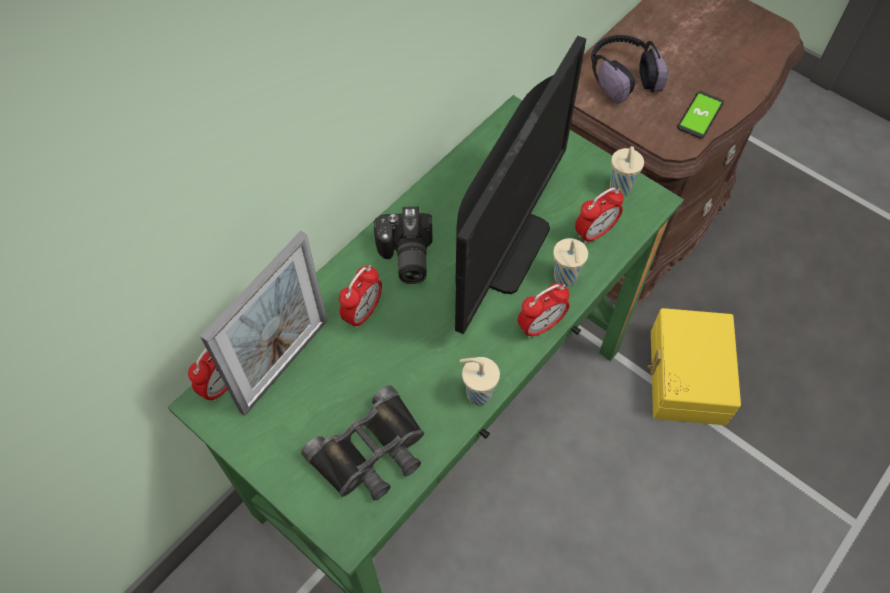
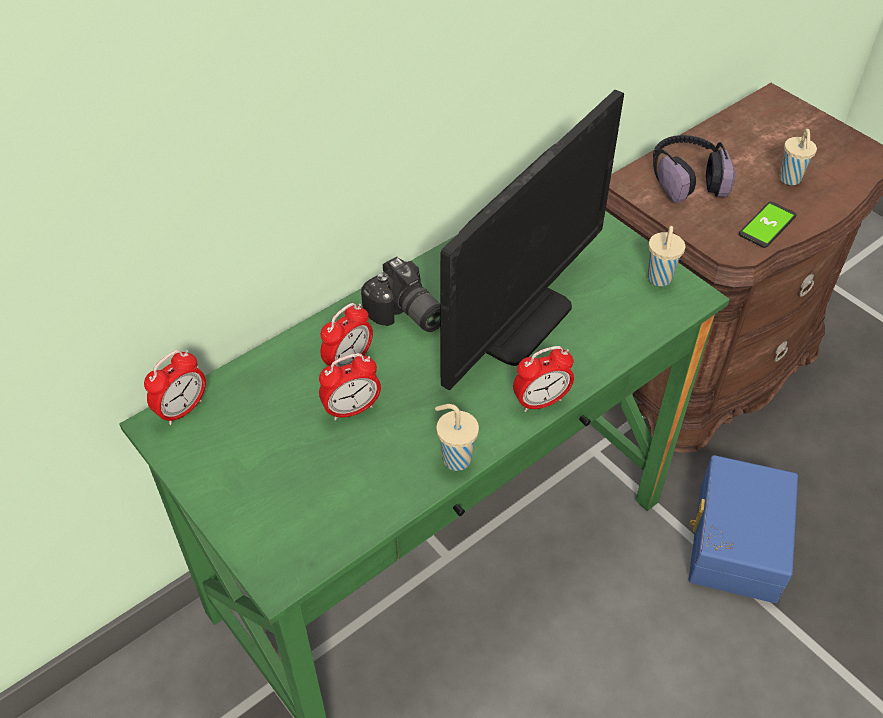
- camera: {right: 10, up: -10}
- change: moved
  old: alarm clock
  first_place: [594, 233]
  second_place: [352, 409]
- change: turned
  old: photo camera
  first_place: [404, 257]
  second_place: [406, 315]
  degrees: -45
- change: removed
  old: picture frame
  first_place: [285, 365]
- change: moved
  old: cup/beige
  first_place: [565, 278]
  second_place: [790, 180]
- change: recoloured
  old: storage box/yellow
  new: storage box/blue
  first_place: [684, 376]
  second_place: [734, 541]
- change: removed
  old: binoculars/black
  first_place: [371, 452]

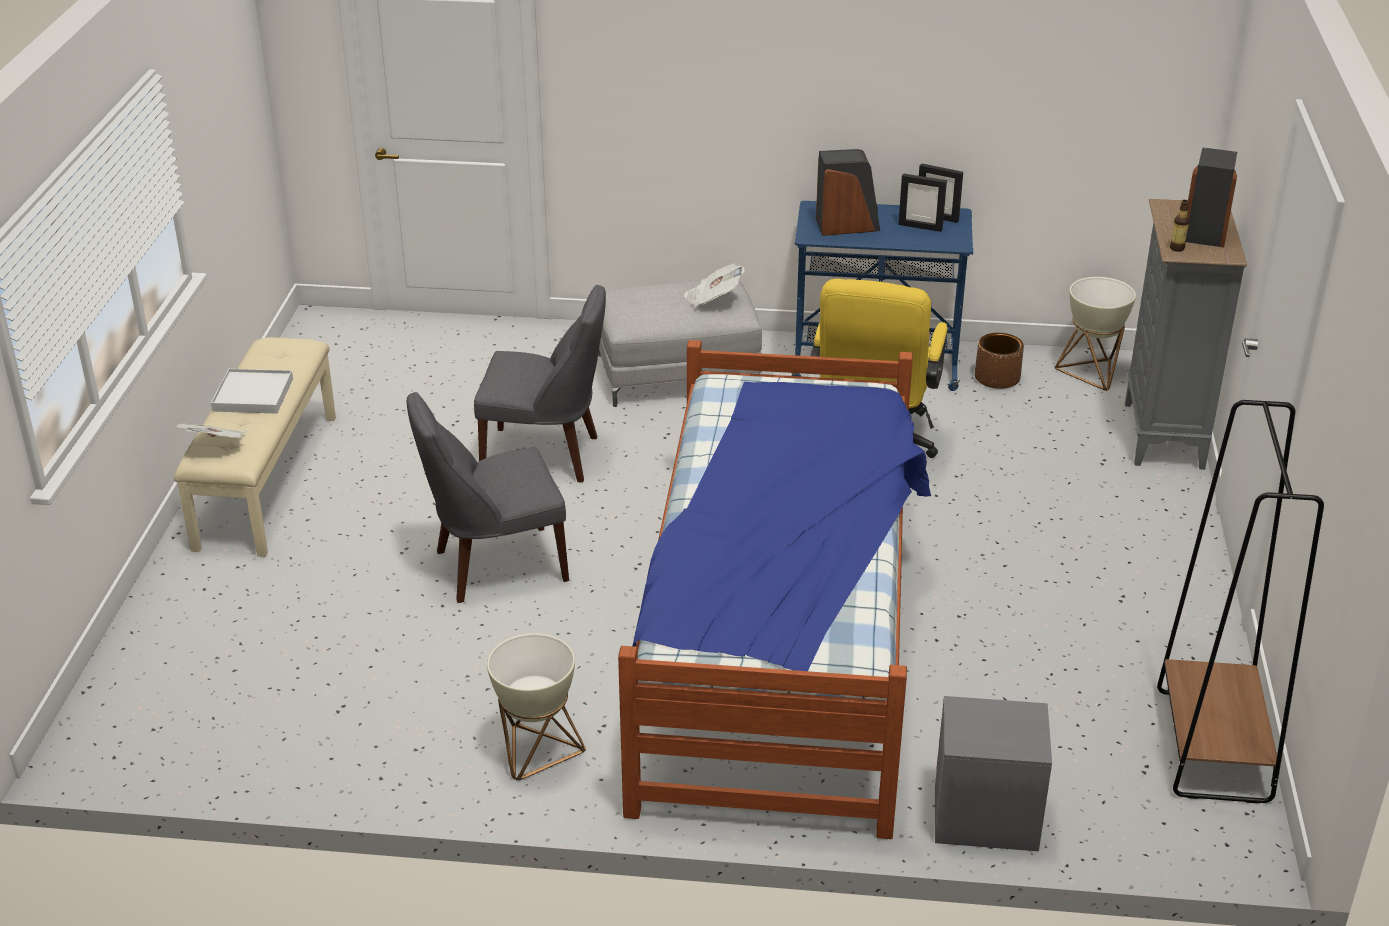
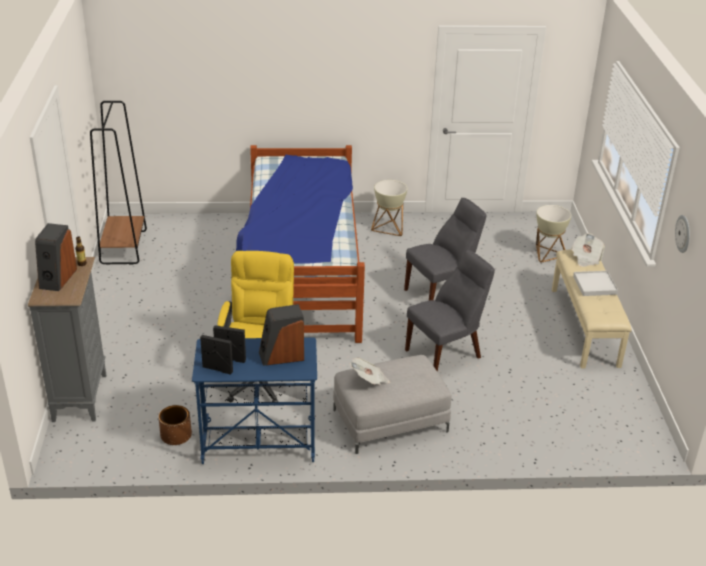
- camera: {right: 170, up: 0}
- change: moved
  old: planter
  first_place: [1091, 372]
  second_place: [547, 255]
- change: turned
  old: chair/grey
  first_place: [546, 456]
  second_place: [446, 353]
  degrees: 150
- change: removed
  old: nightstand/grey
  first_place: [985, 817]
- change: added
  new: wall clock
  second_place: [683, 233]

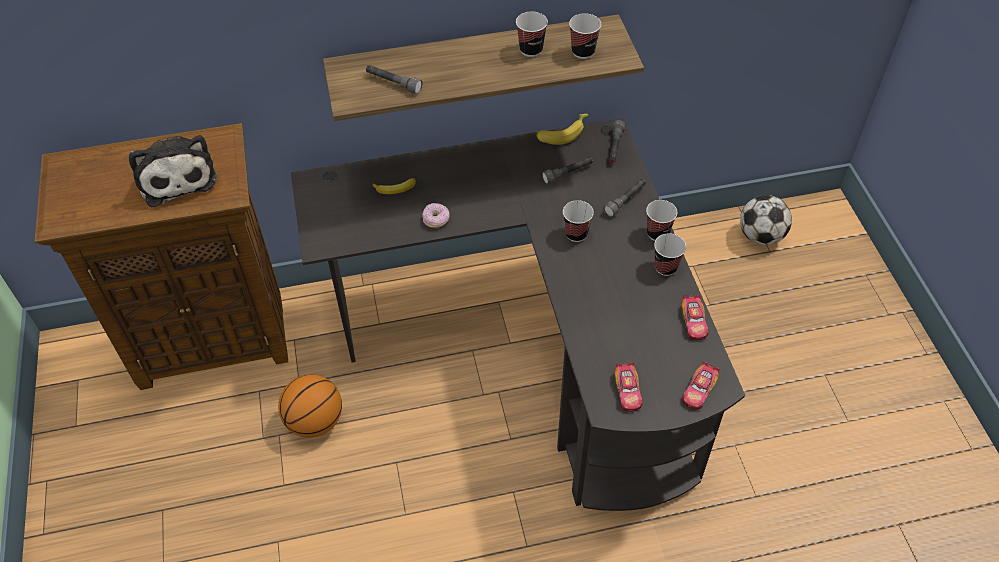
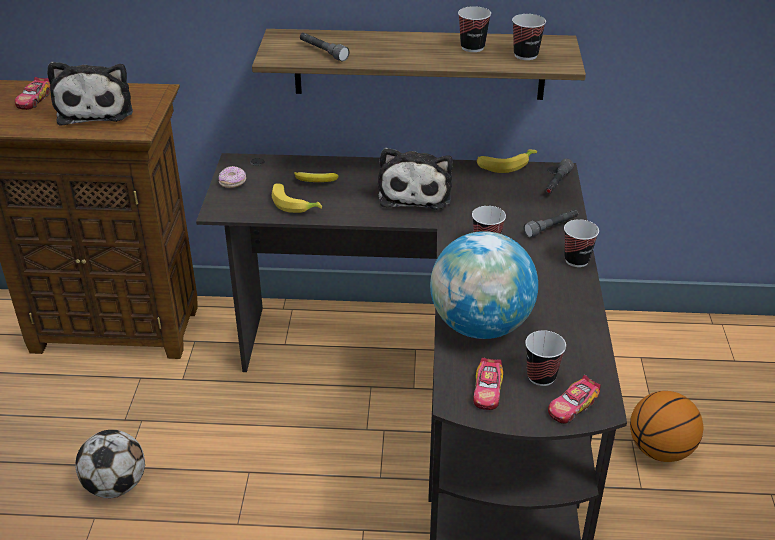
- camera: {right: 15, up: -15}
- change: removed
  old: flashlight/grey
  first_place: [567, 173]
- change: moved
  old: football
  first_place: [760, 236]
  second_place: [116, 485]
- change: moved
  old: donut
  first_place: [436, 219]
  second_place: [233, 183]
- change: moved
  old: cup
  first_place: [665, 267]
  second_place: [541, 376]
- change: moved
  old: toy car
  first_place: [693, 322]
  second_place: [33, 100]
- change: moved
  old: basketball
  first_place: [315, 421]
  second_place: [660, 450]
- change: added
  new: plush toy
  second_place: [415, 192]
- change: added
  new: banana
  second_place: [295, 204]
- change: added
  new: globe
  second_place: [480, 326]

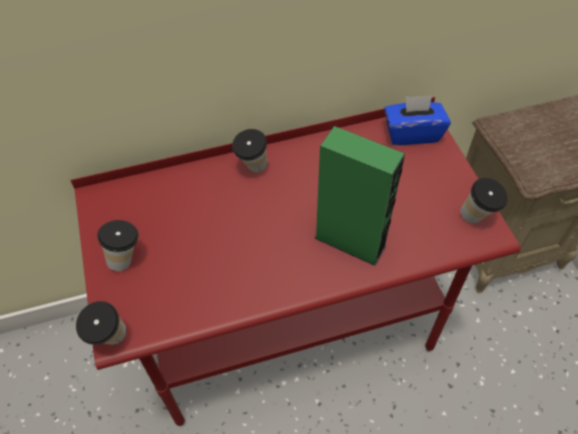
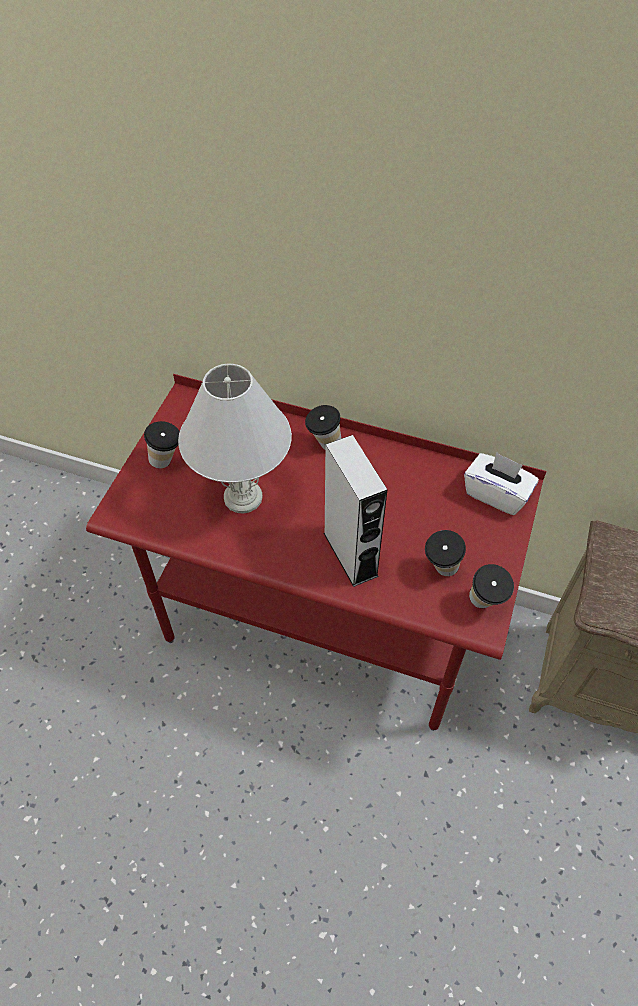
- camera: {right: 35, up: 0}
- change: recoloured
  old: tissue box/blue
  new: tissue box/white
  first_place: [412, 133]
  second_place: [496, 494]
- change: recoloured
  old: speaker/green
  new: speaker/grey
  first_place: [350, 242]
  second_place: [350, 554]
- change: moved
  old: cup
  first_place: [110, 341]
  second_place: [440, 571]
- change: added
  new: table lamp/white
  second_place: [243, 498]

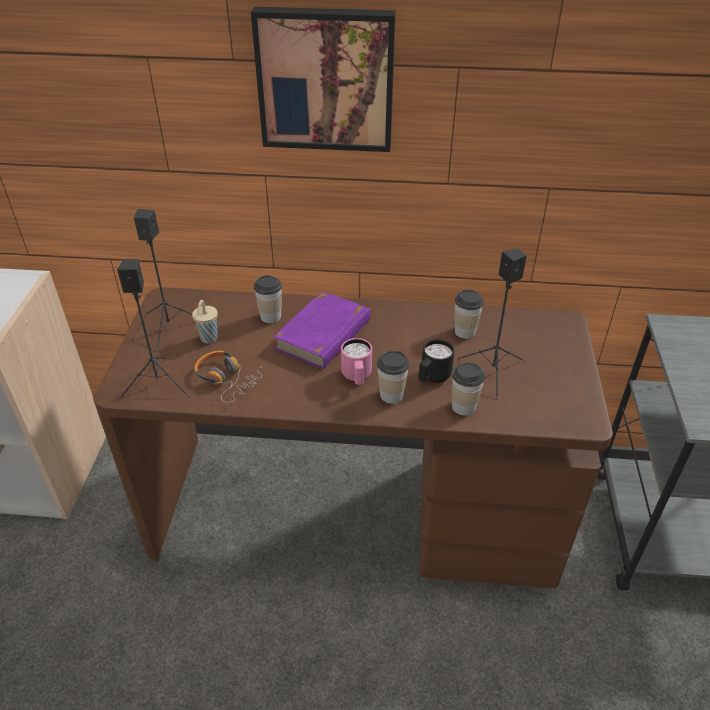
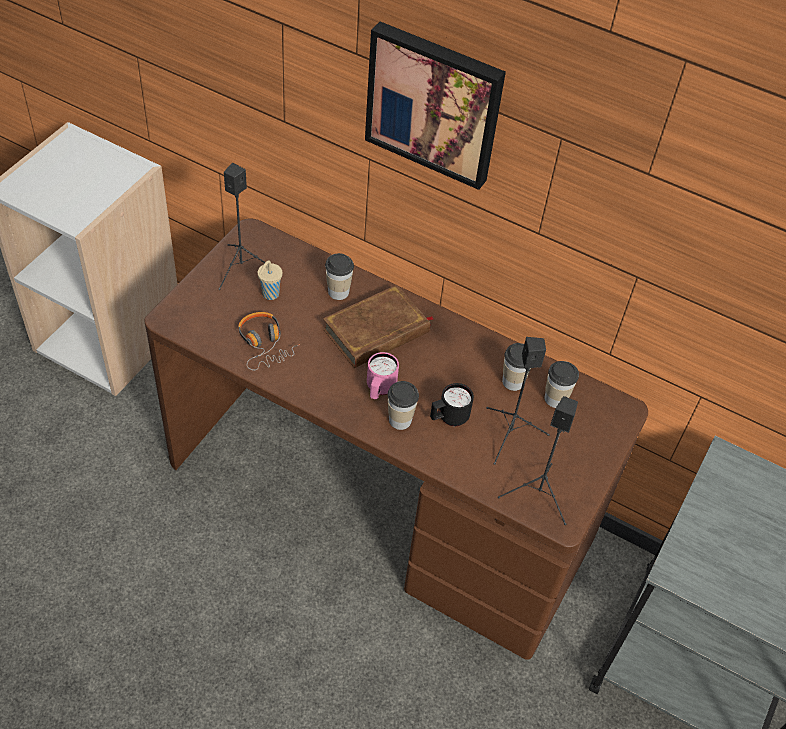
- camera: {right: 20, up: 10}
- change: moved
  old: speaker/black
  first_place: [159, 383]
  second_place: [539, 495]
- change: recoloured
  old: book/purple
  new: book/brown
  first_place: [324, 334]
  second_place: [377, 331]
- change: moved
  old: cup
  first_place: [464, 407]
  second_place: [555, 399]

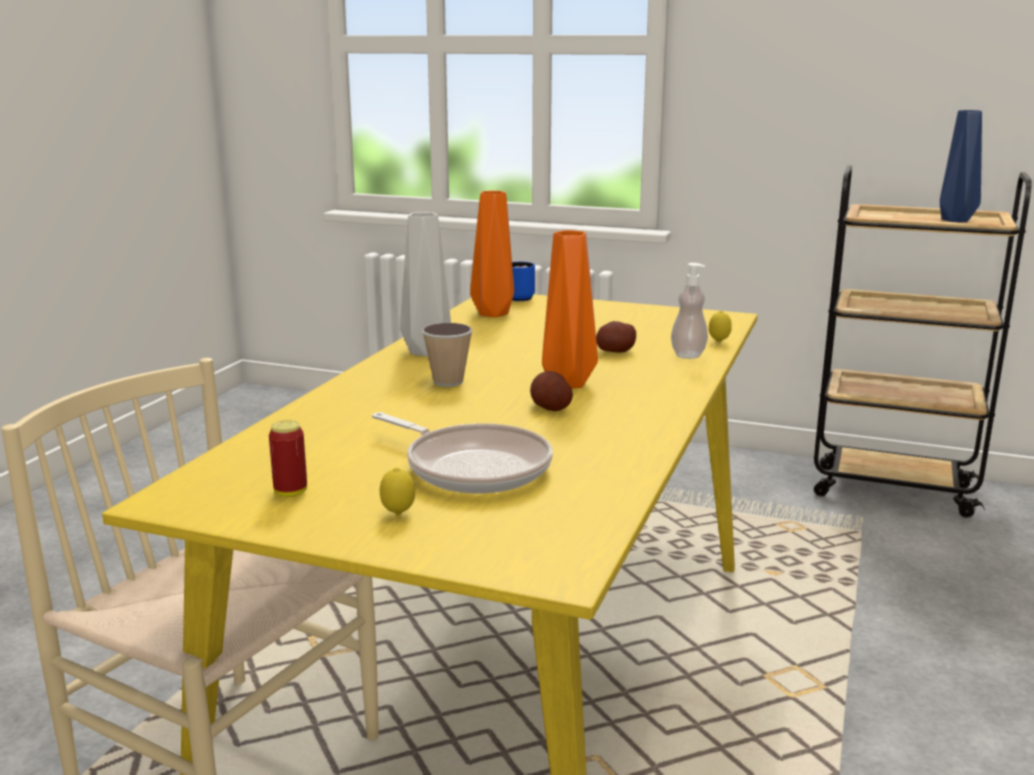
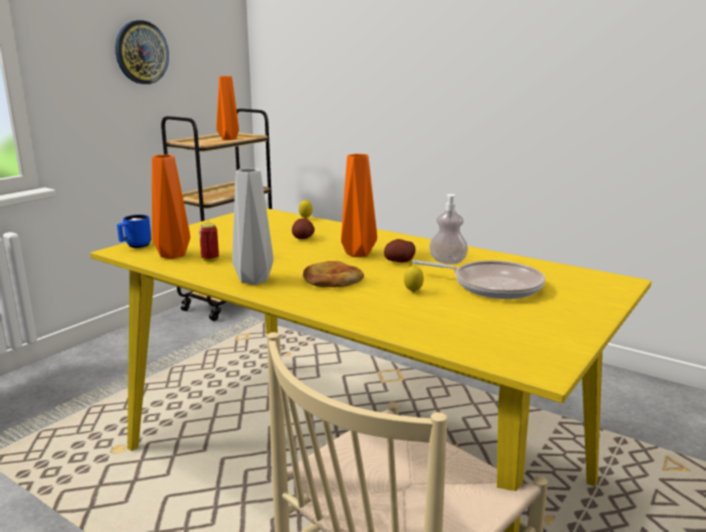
- camera: {right: -75, up: 0}
- change: recoloured
  old: vase/blue
  new: vase/orange
  first_place: [957, 220]
  second_place: [229, 139]
- change: moved
  old: soap dispenser
  first_place: [688, 355]
  second_place: [447, 261]
- change: replaced
  old: cup
  new: bread
  first_place: [448, 382]
  second_place: [332, 279]
- change: turned
  old: frying pan
  first_place: [472, 467]
  second_place: [492, 285]
  degrees: 60
- change: moved
  old: can
  first_place: [290, 492]
  second_place: [210, 260]
- change: moved
  old: lemon
  first_place: [398, 514]
  second_place: [413, 292]
- change: added
  new: wall clock
  second_place: [141, 52]

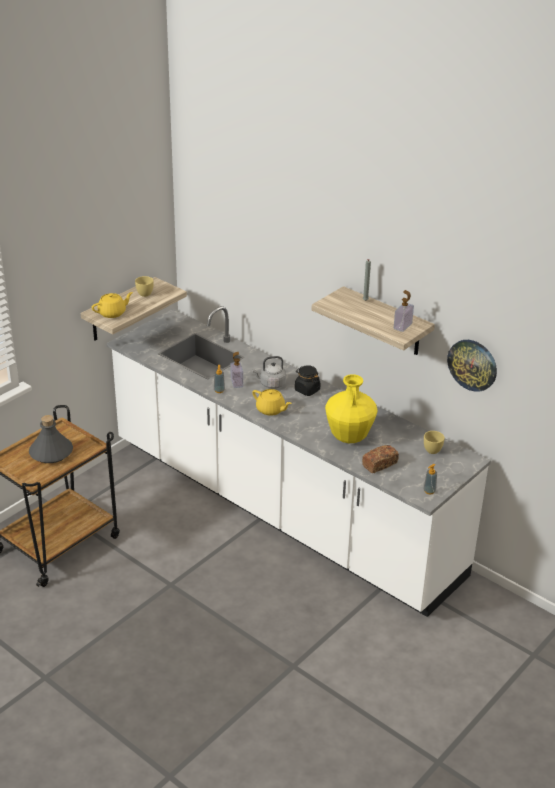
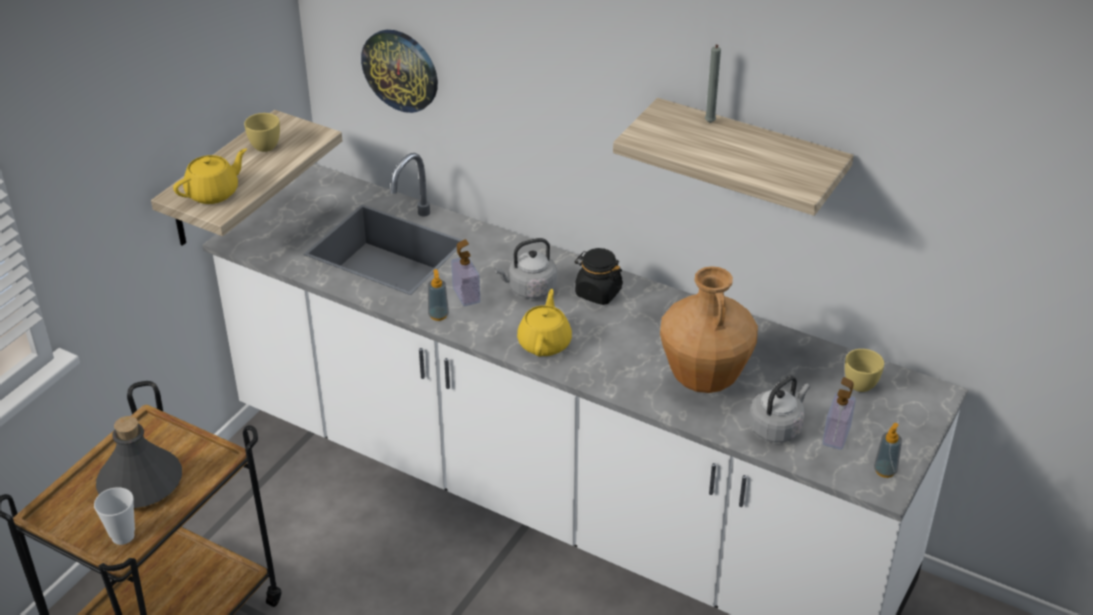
- camera: {right: -10, up: 5}
- change: moved
  old: soap dispenser
  first_place: [402, 326]
  second_place: [836, 435]
- change: moved
  old: wall clock
  first_place: [472, 364]
  second_place: [401, 70]
- change: recoloured
  old: vase/yellow
  new: vase/brown
  first_place: [349, 437]
  second_place: [704, 380]
- change: turned
  old: teapot/yellow
  first_place: [271, 410]
  second_place: [545, 342]
  degrees: -105
- change: replaced
  old: bread
  new: kettle/grey
  first_place: [379, 464]
  second_place: [777, 427]
- change: added
  new: cup
  second_place: [123, 536]

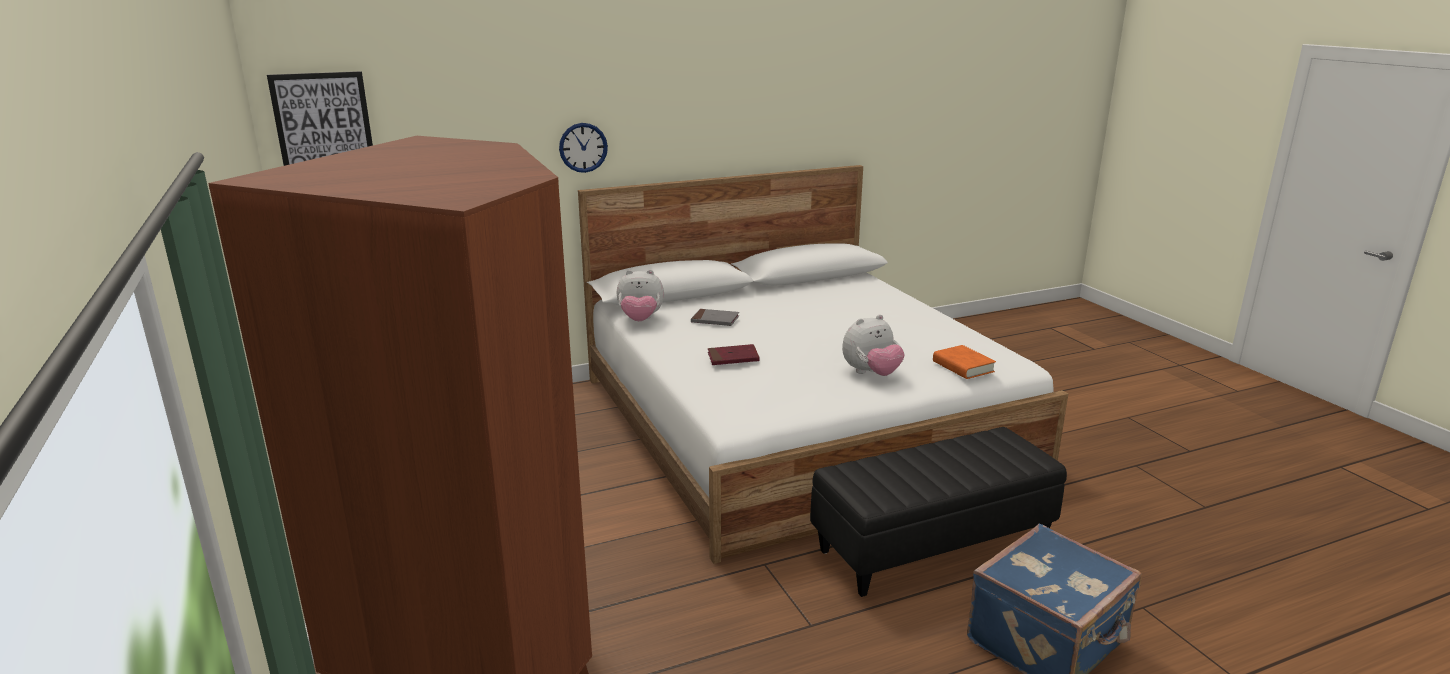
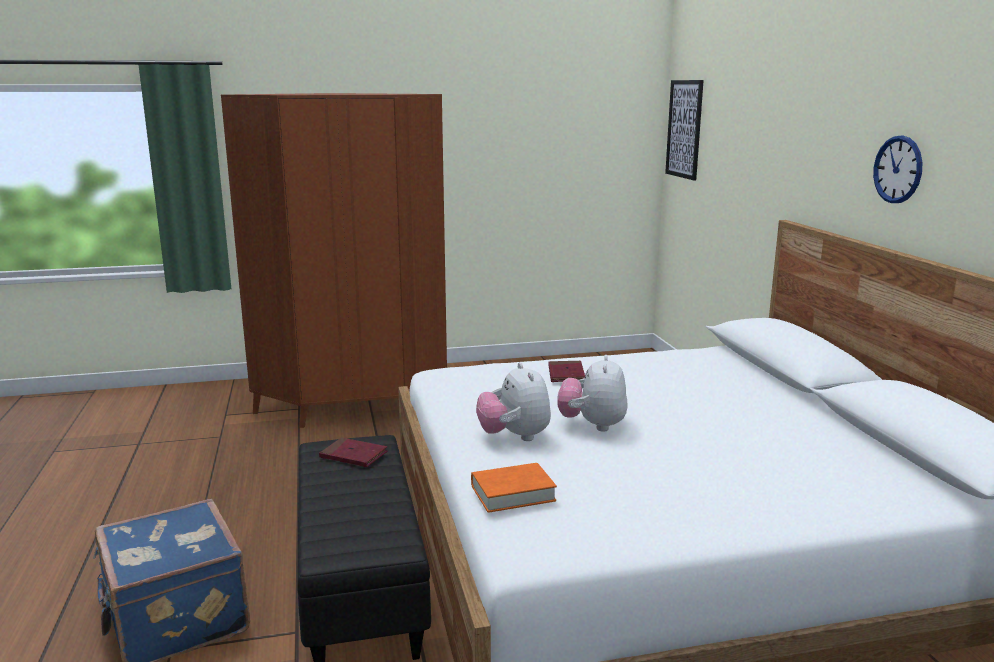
- camera: {right: 100, up: -5}
- change: moved
  old: wall clock
  first_place: [583, 147]
  second_place: [898, 169]
- change: moved
  old: plush toy
  first_place: [640, 320]
  second_place: [592, 425]
- change: removed
  old: book/grey
  first_place: [715, 320]
- change: added
  new: book/red
  second_place: [353, 455]

